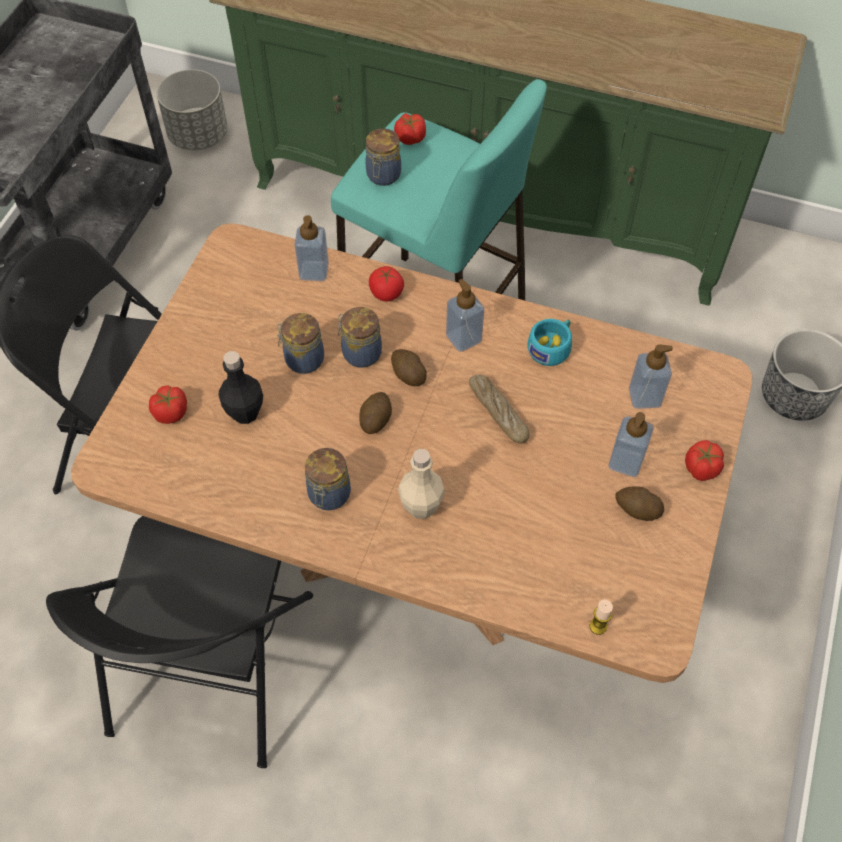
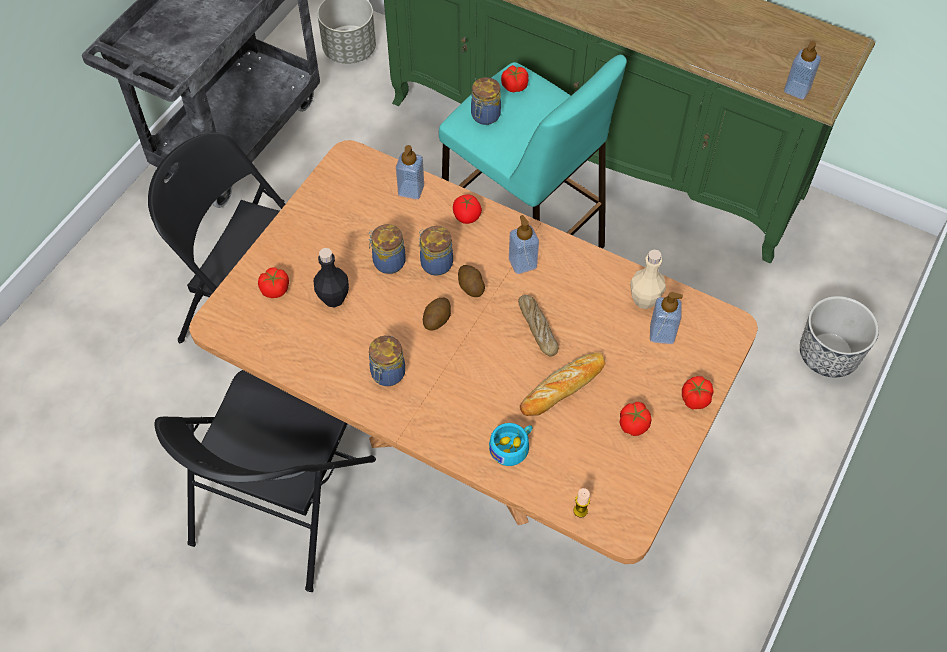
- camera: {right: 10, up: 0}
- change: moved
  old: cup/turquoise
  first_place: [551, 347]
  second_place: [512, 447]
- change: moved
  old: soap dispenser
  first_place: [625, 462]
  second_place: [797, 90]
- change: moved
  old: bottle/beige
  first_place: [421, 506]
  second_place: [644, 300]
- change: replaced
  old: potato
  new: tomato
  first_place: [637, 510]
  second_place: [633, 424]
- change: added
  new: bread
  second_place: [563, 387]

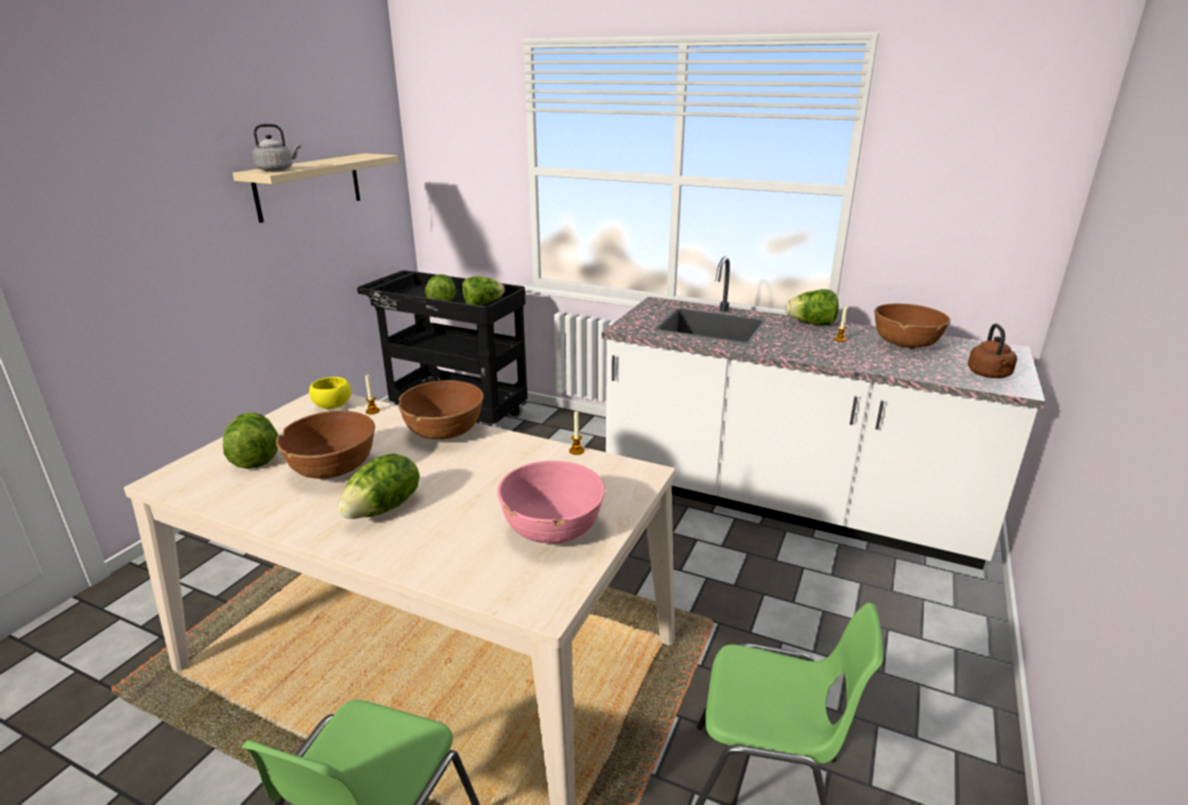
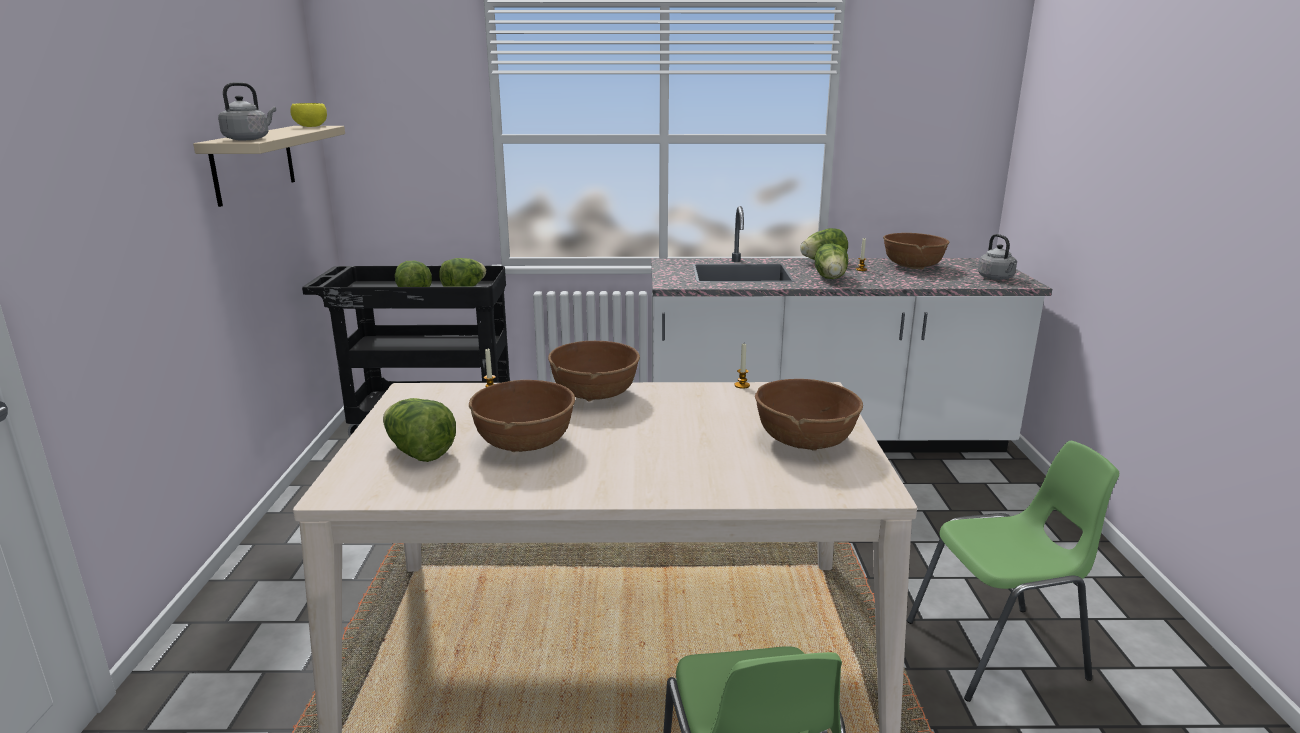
- camera: {right: -25, up: -5}
- change: recoloured
  old: kettle/brown
  new: kettle/grey
  first_place: [989, 375]
  second_place: [996, 278]
- change: moved
  old: bowl/yellow
  first_place: [333, 406]
  second_place: [311, 127]
- change: moved
  old: lettuce
  first_place: [384, 508]
  second_place: [831, 278]
- change: recoloured
  old: bowl/pink
  new: bowl/brown
  first_place: [552, 528]
  second_place: [805, 441]

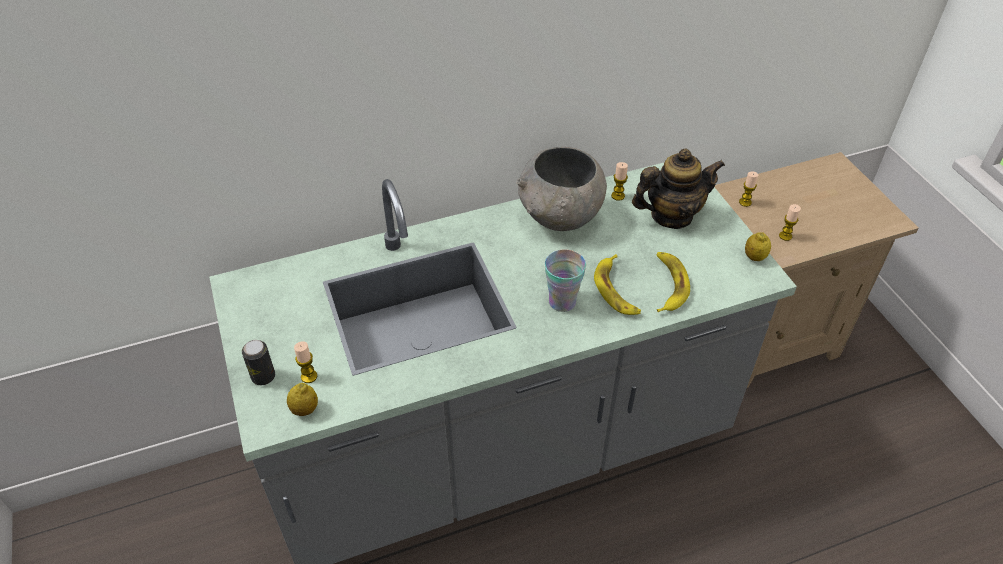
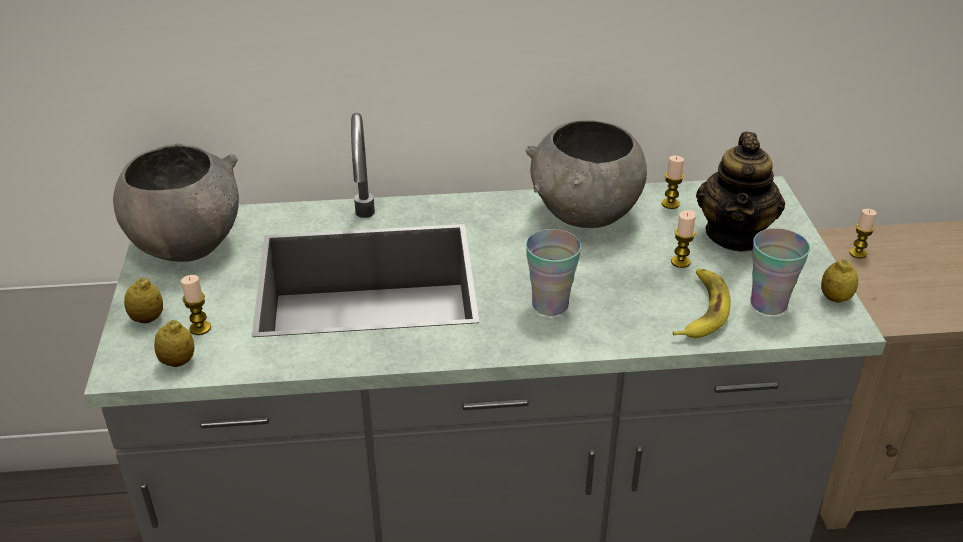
- camera: {right: 15, up: -10}
- change: turned
  old: teapot
  first_place: [671, 216]
  second_place: [734, 235]
  degrees: 105
- change: moved
  old: candle
  first_place: [785, 236]
  second_place: [680, 262]
- change: removed
  old: banana
  first_place: [616, 290]
- change: replaced
  old: can
  new: lemon
  first_place: [263, 377]
  second_place: [147, 319]
- change: added
  new: bowl/grey
  second_place: [186, 244]
- change: added
  new: cup
  second_place: [768, 304]

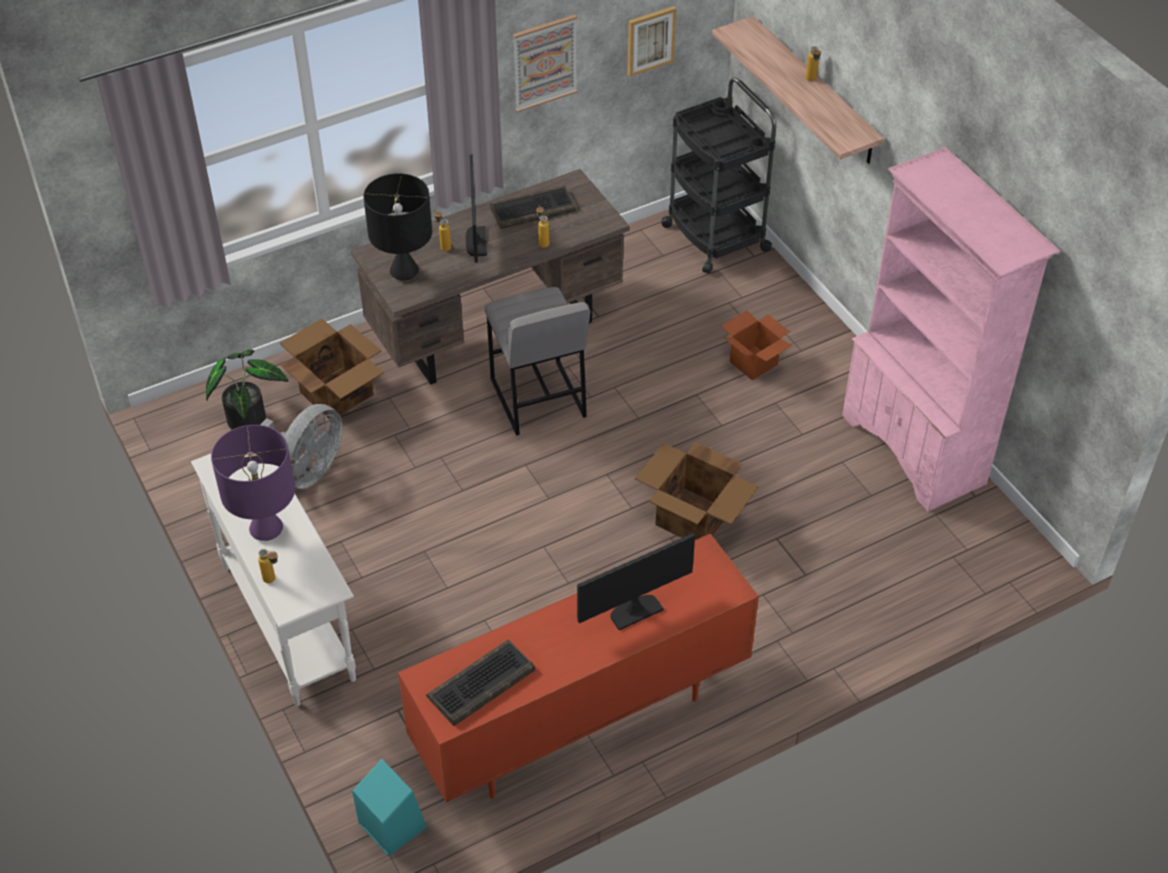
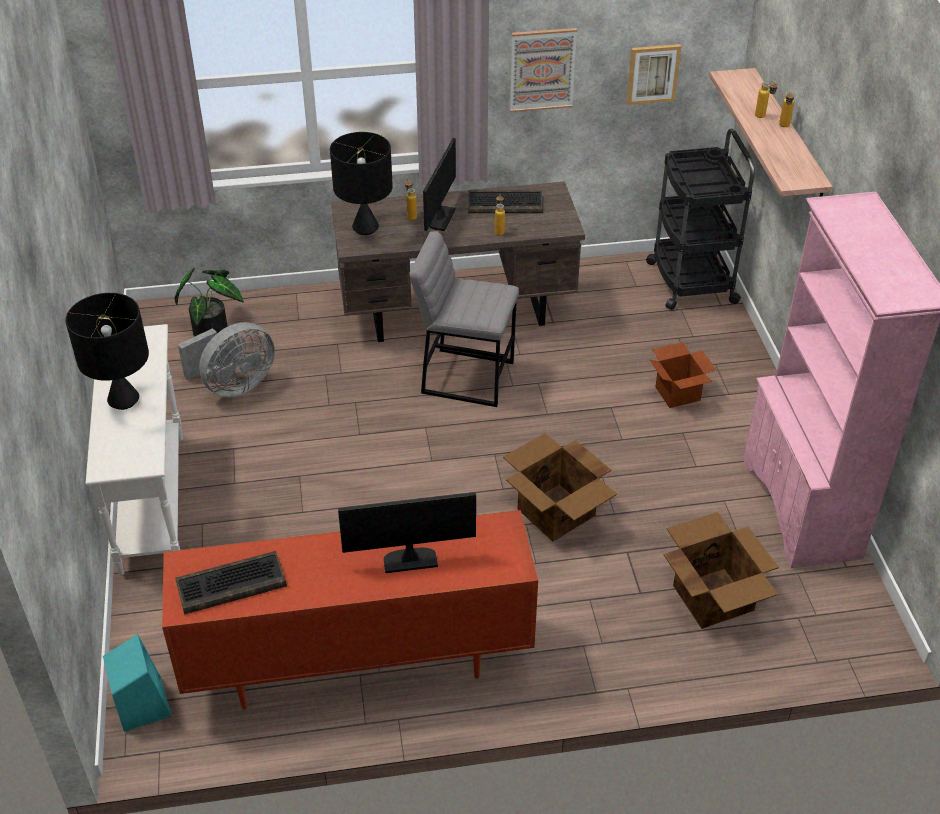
- camera: {right: 20, up: -5}
- change: turned
  old: chair/grey
  first_place: [539, 400]
  second_place: [465, 377]
  degrees: 105
- change: moved
  old: cardboard box
  first_place: [336, 392]
  second_place: [713, 597]
- change: recoloured
  old: table lamp/purple
  new: table lamp/black
  first_place: [266, 530]
  second_place: [124, 401]
- change: moved
  old: bottle
  first_place: [273, 581]
  second_place: [763, 117]

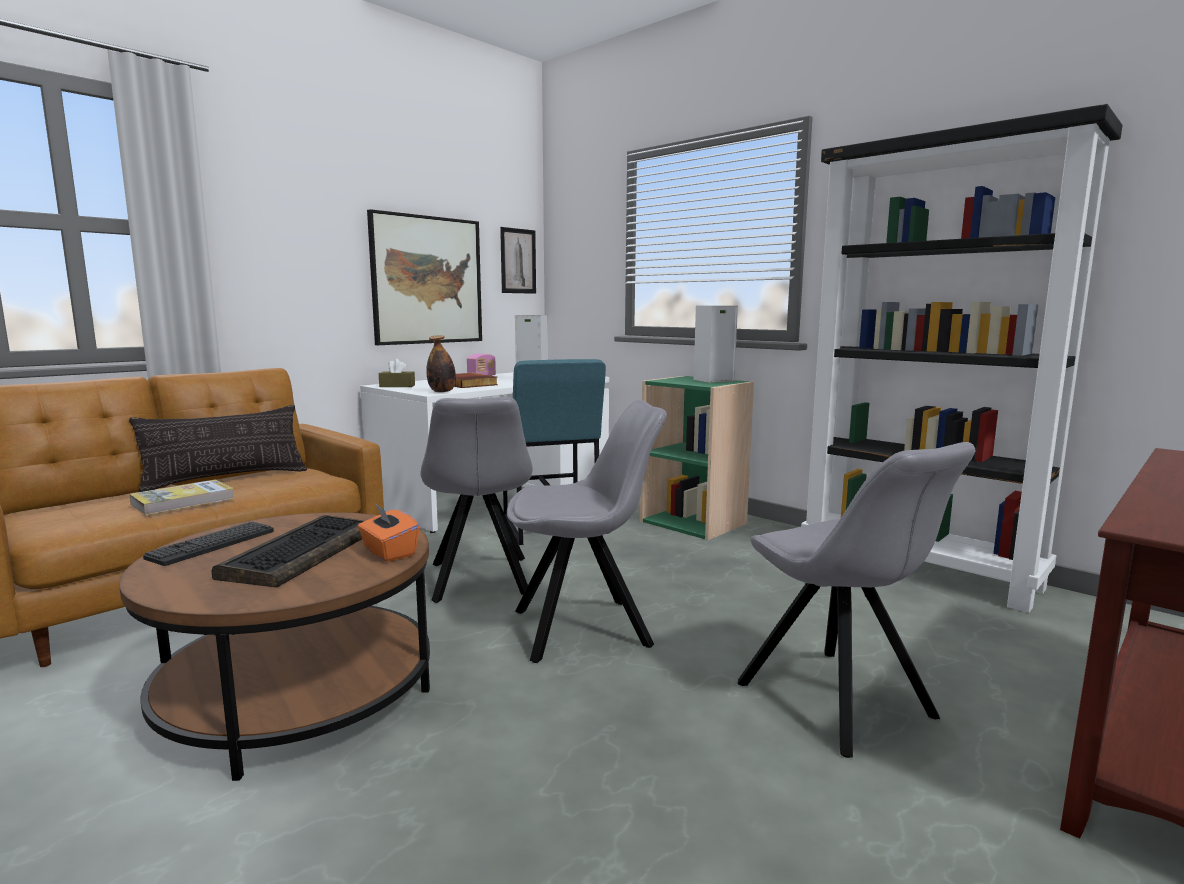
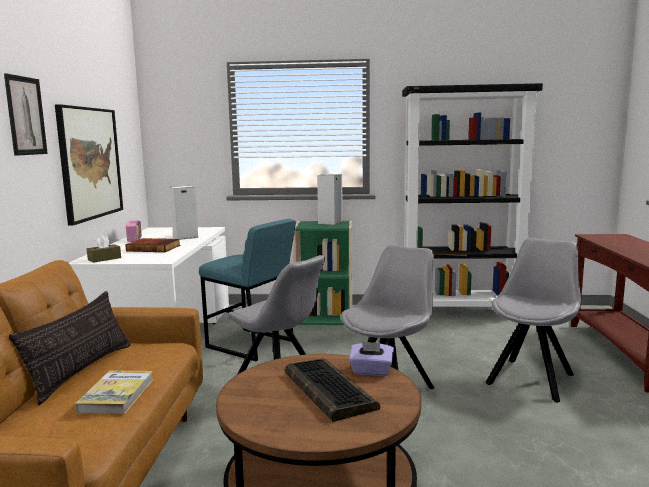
- camera: {right: -40, up: 0}
- change: moved
  old: picture
  first_place: [518, 261]
  second_place: [26, 116]
- change: removed
  old: bottle
  first_place: [442, 391]
- change: turned
  old: chair/grey
  first_place: [836, 700]
  second_place: [531, 379]
  degrees: -75
- change: recoloured
  old: tissue box/orange
  new: tissue box/purple
  first_place: [388, 552]
  second_place: [371, 371]
- change: removed
  old: keyboard
  first_place: [212, 544]

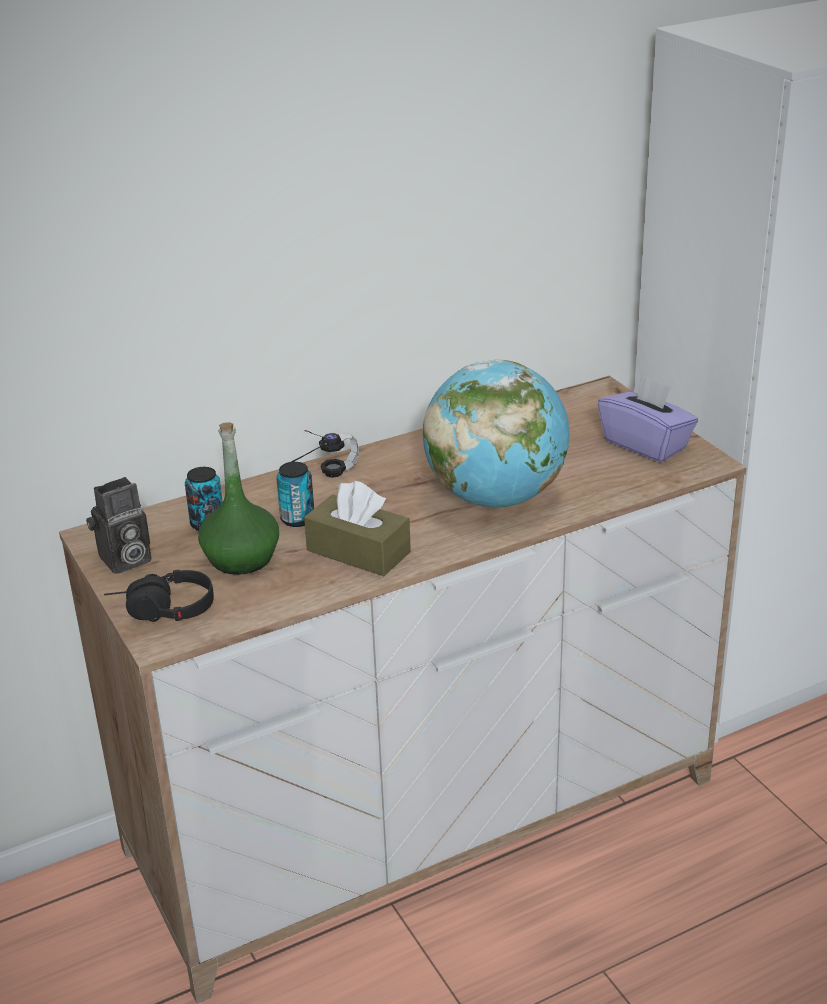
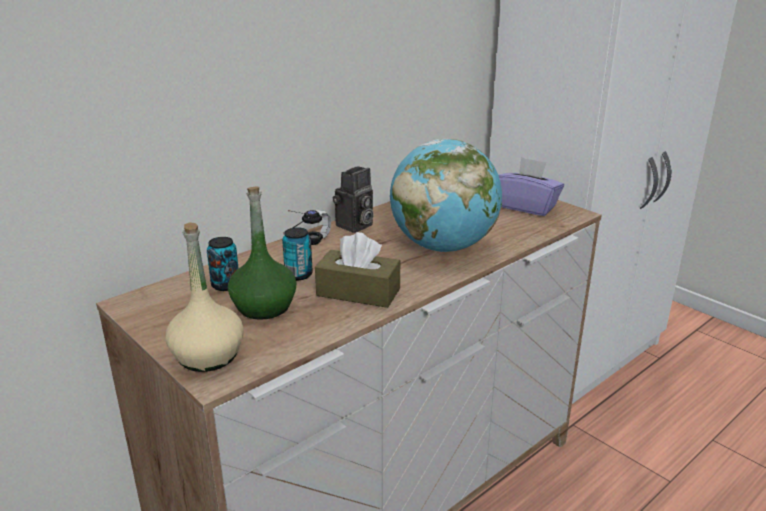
- camera: {right: -15, up: -5}
- change: moved
  old: photo camera
  first_place: [124, 561]
  second_place: [354, 226]
- change: replaced
  old: headphones/black
  new: bottle/beige
  first_place: [161, 612]
  second_place: [208, 356]

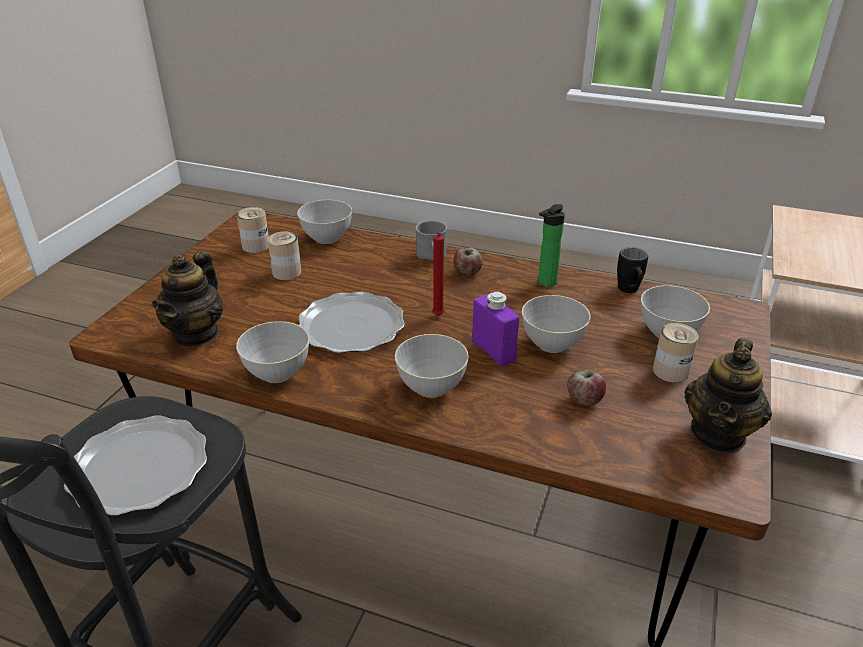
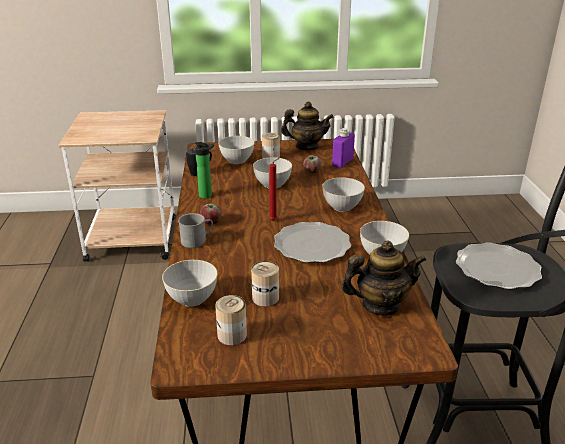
- camera: {right: -115, up: -5}
- change: moved
  old: bottle/purple
  first_place: [493, 351]
  second_place: [342, 163]

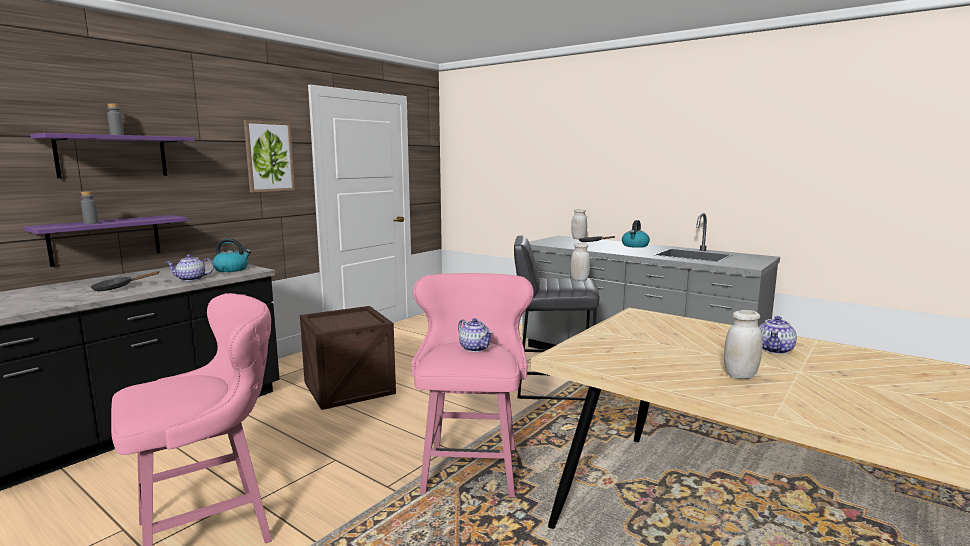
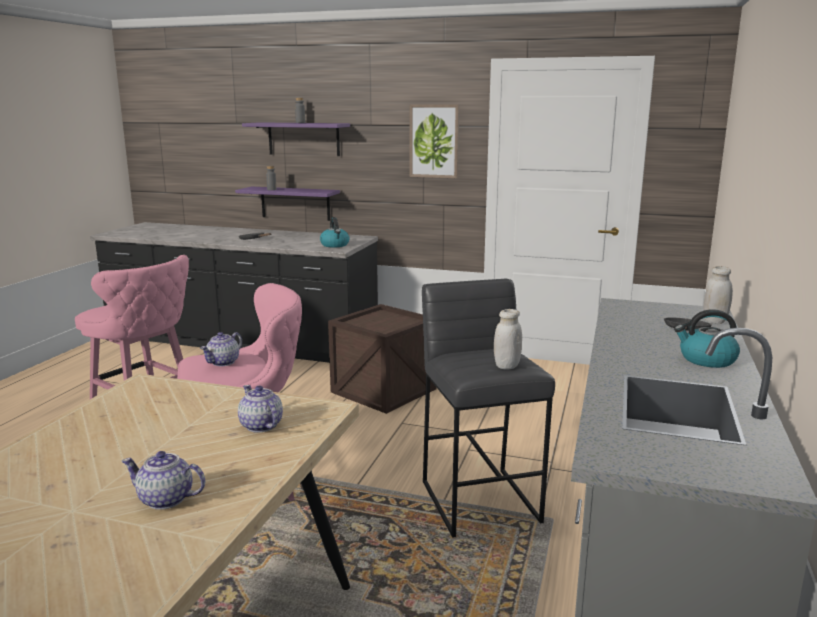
- camera: {right: 70, up: 5}
- change: moved
  old: teapot
  first_place: [191, 279]
  second_place: [260, 425]
- change: removed
  old: jar/white
  first_place: [740, 375]

